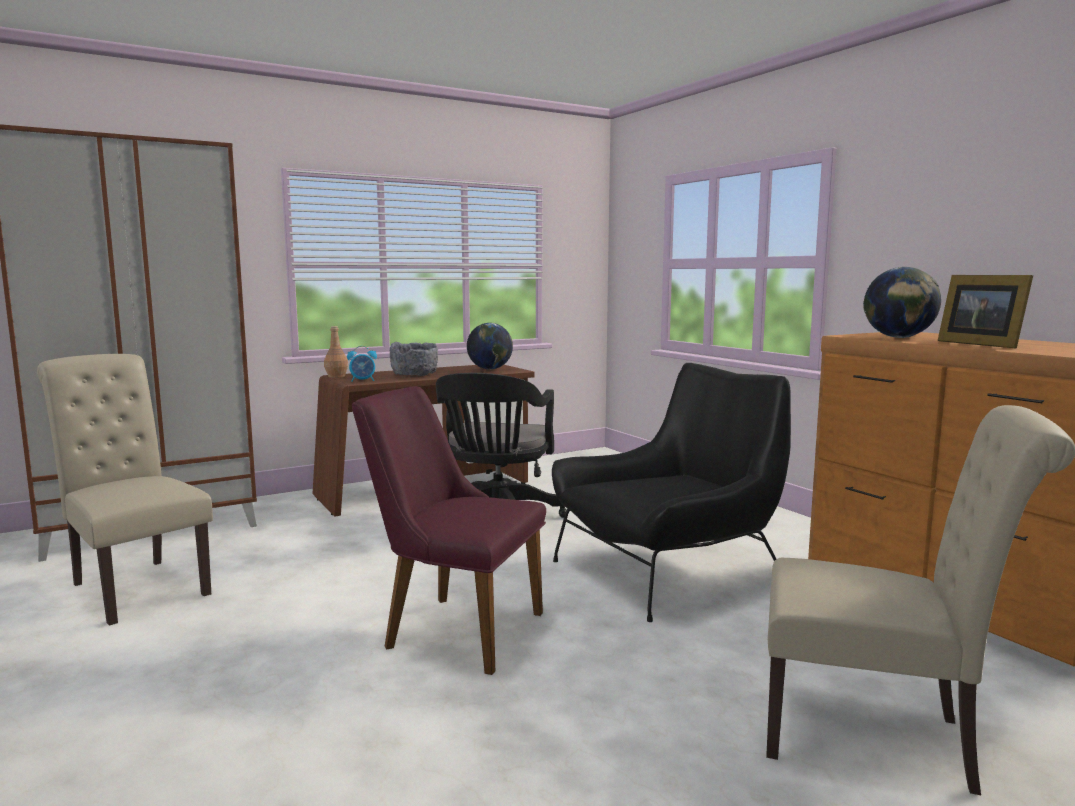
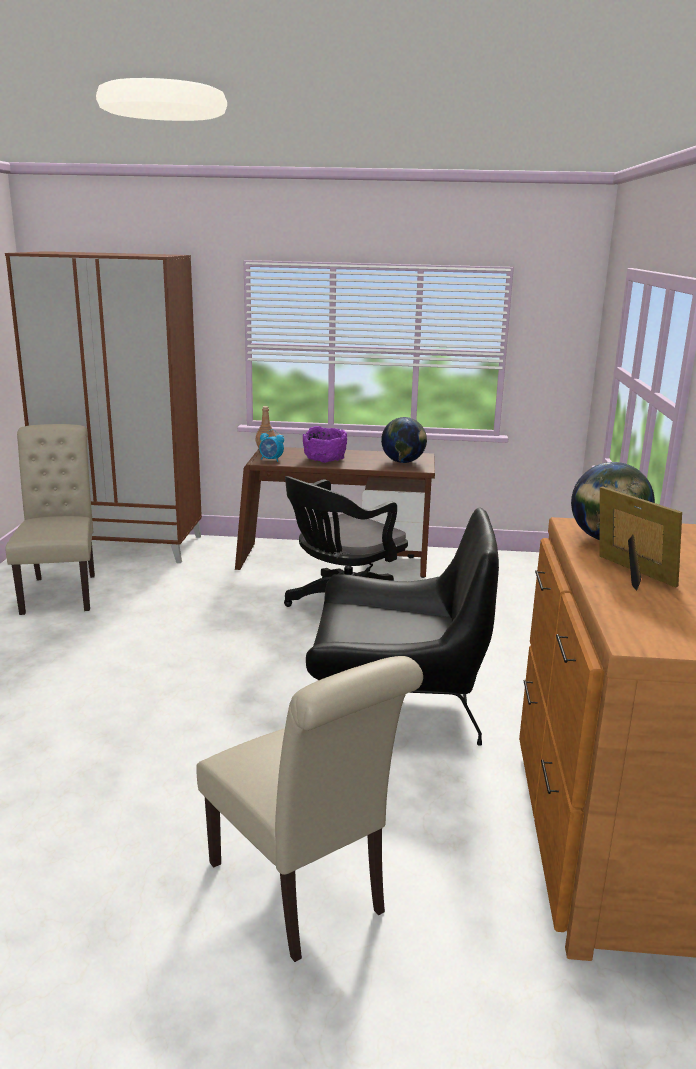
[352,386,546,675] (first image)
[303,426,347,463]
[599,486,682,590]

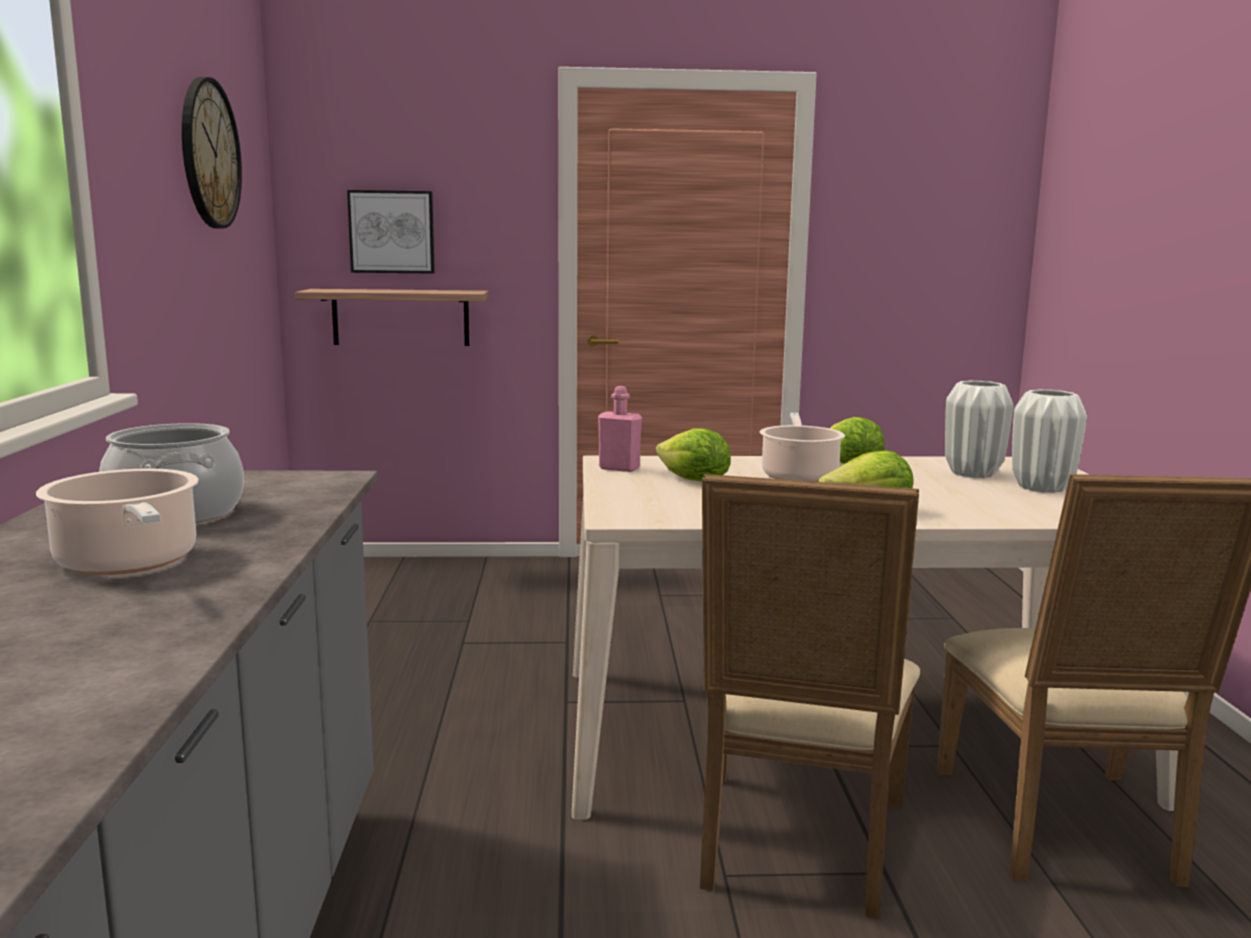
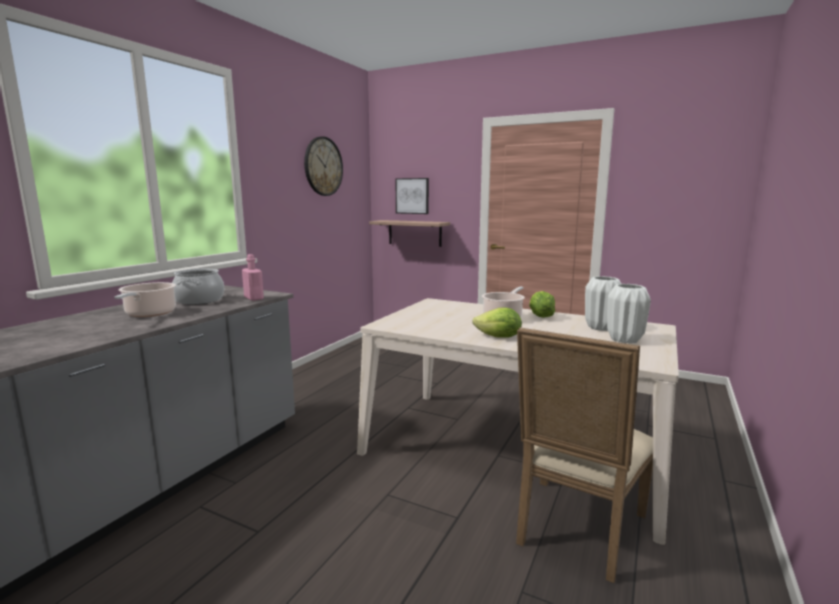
[656,428,731,482] (first image)
[700,474,920,919] (first image)
[242,254,264,301]

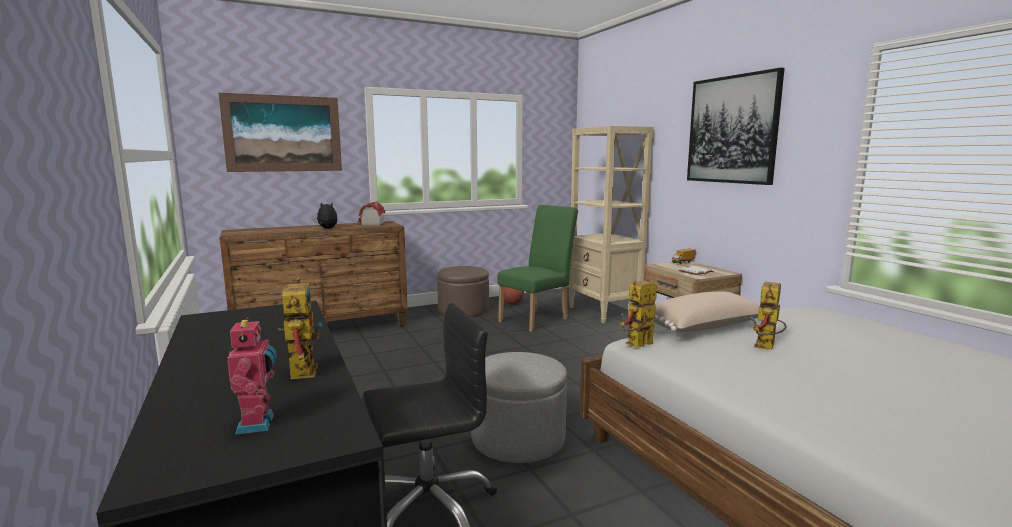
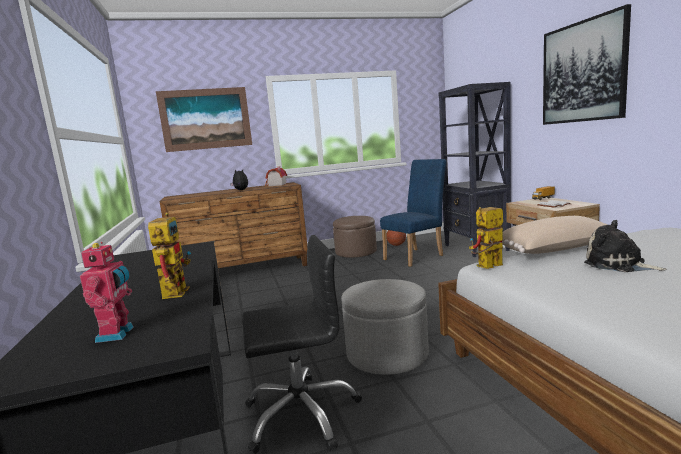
[584,220,667,272]
[380,159,446,267]
[438,82,511,257]

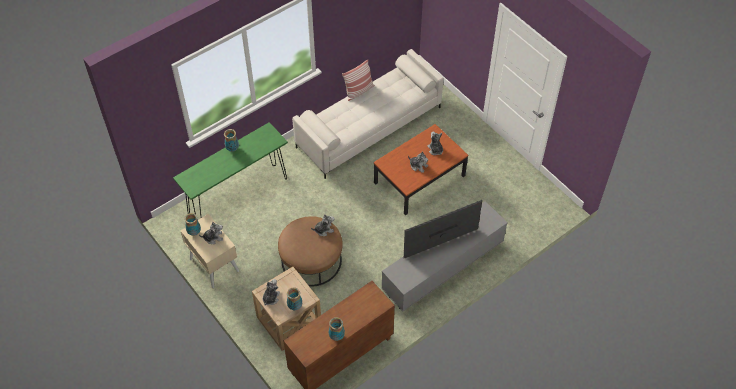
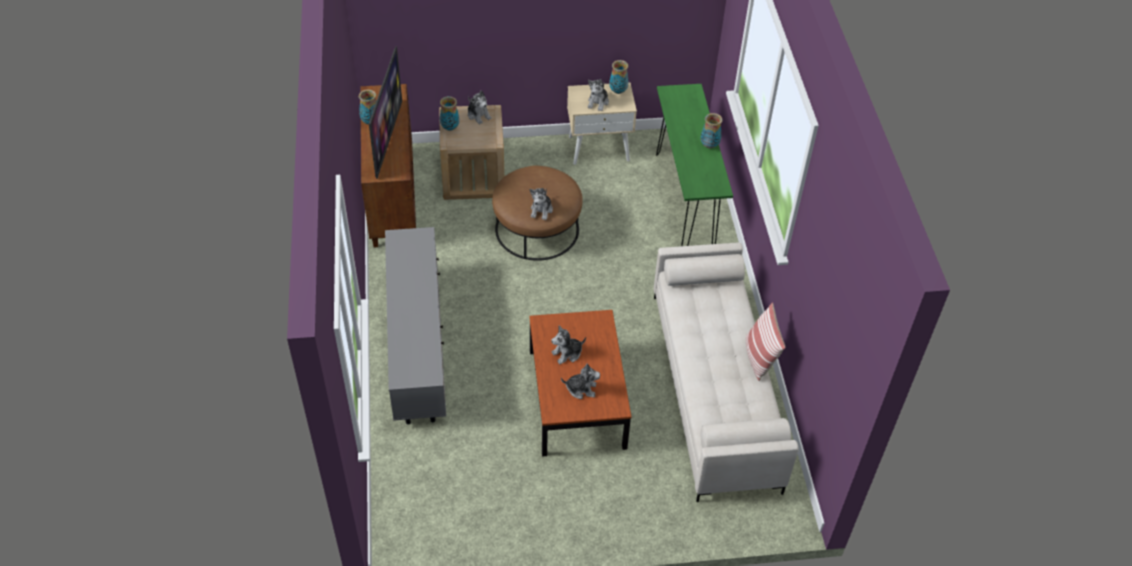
[369,46,402,179]

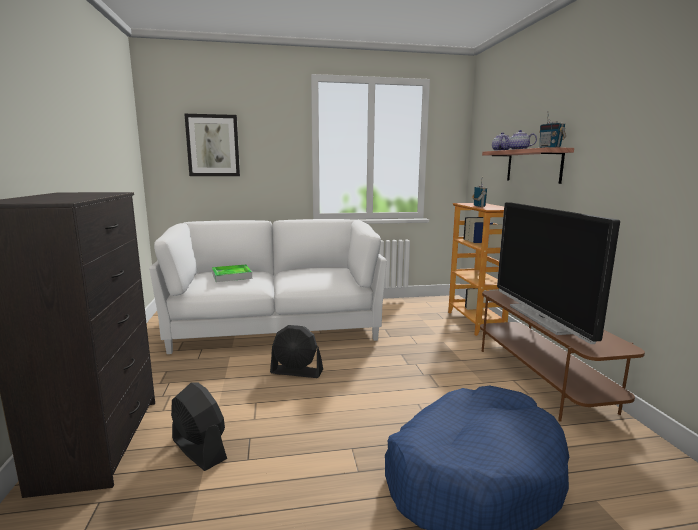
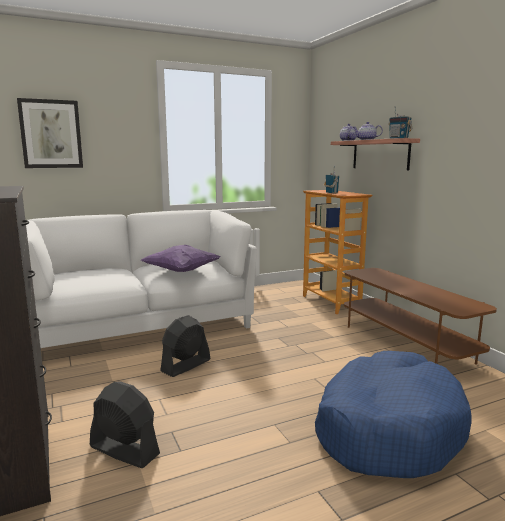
[212,265,252,282] (first image)
[497,202,620,344] (first image)
[141,245,220,272]
[160,315,210,377]

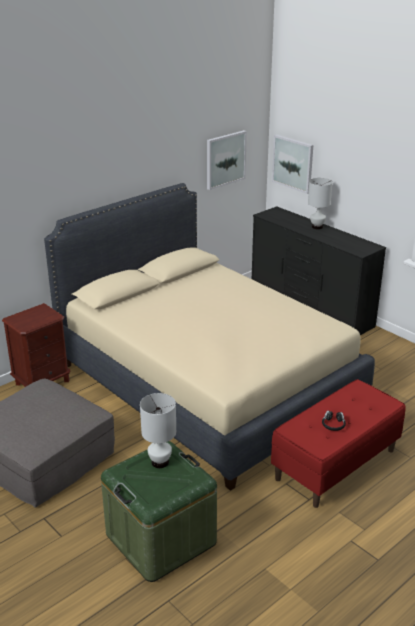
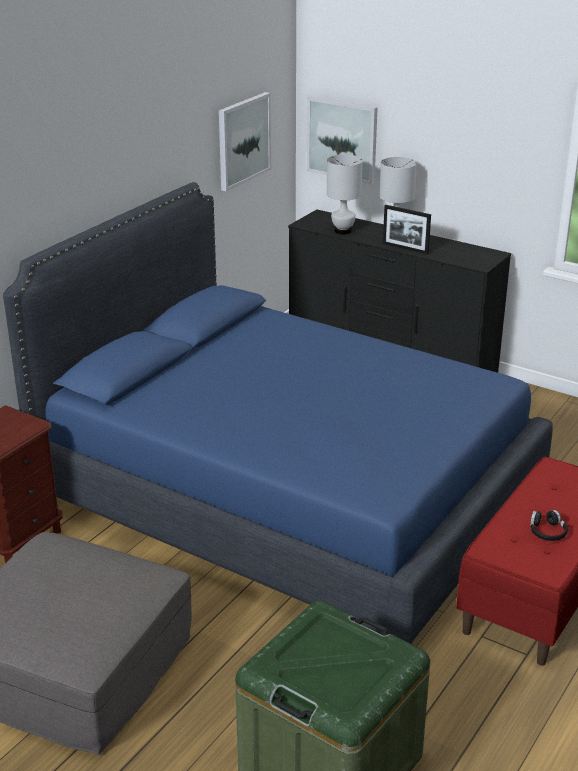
[383,205,431,254]
[327,155,363,234]
[3,182,553,644]

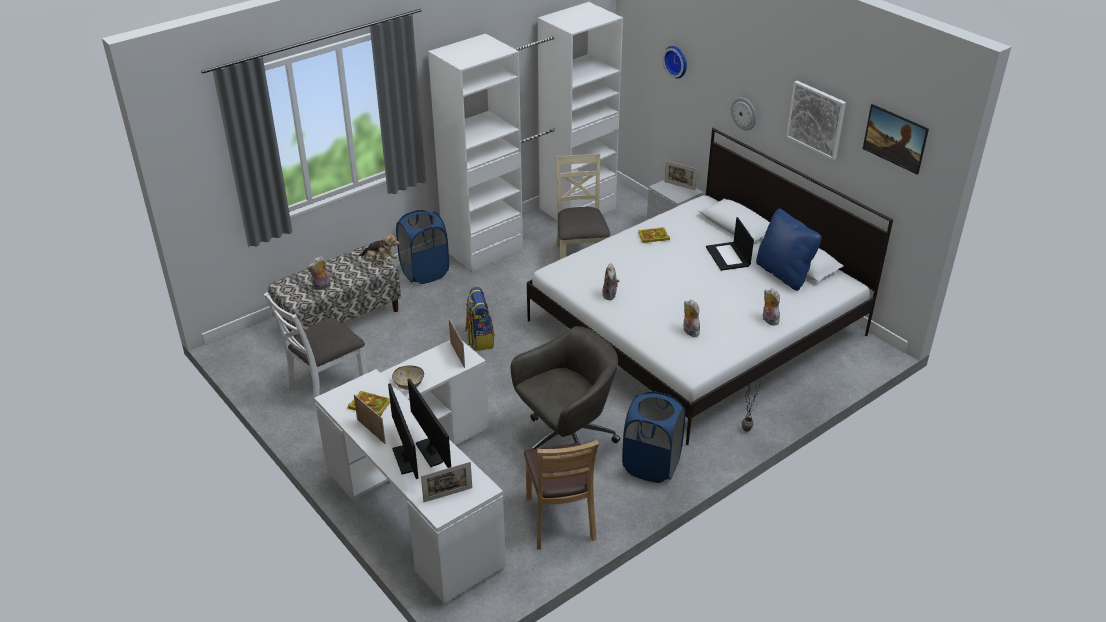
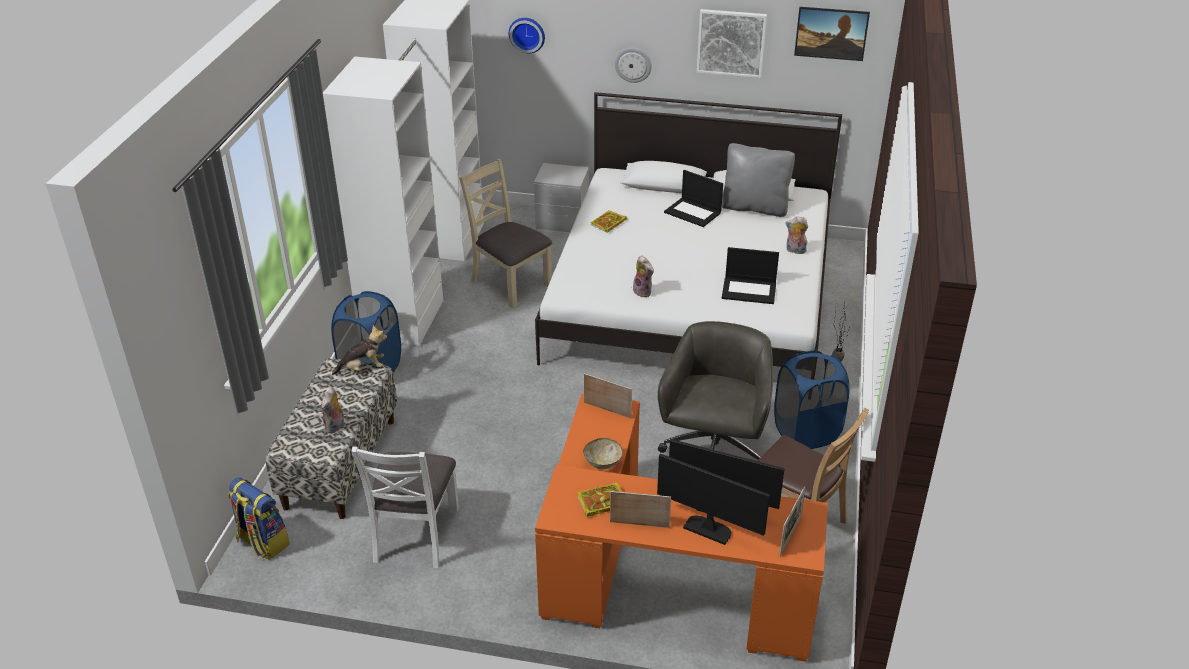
[665,161,697,190] (first image)
[228,477,290,560]
[722,247,779,304]
[535,394,828,662]
[722,143,795,217]

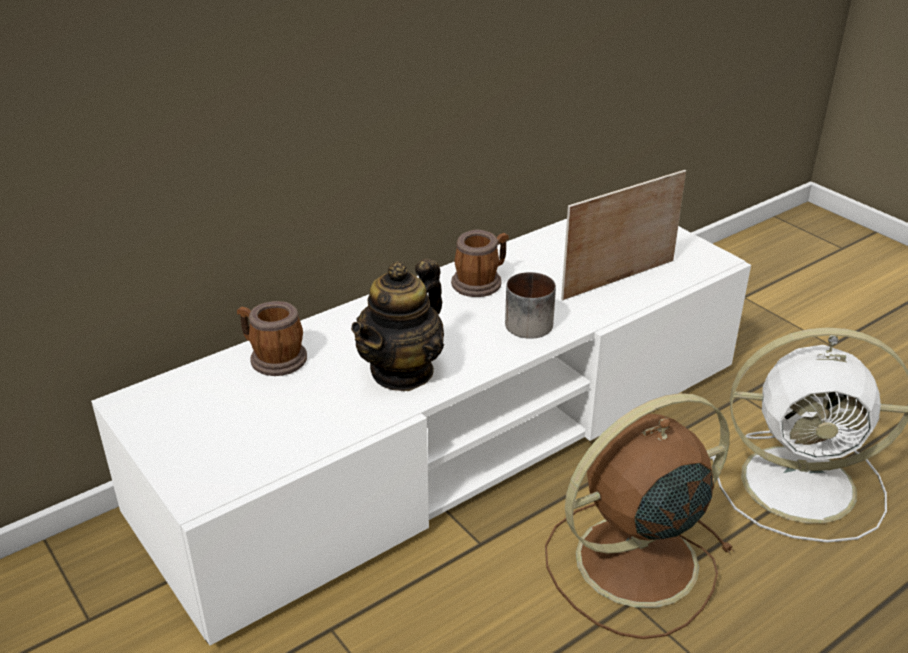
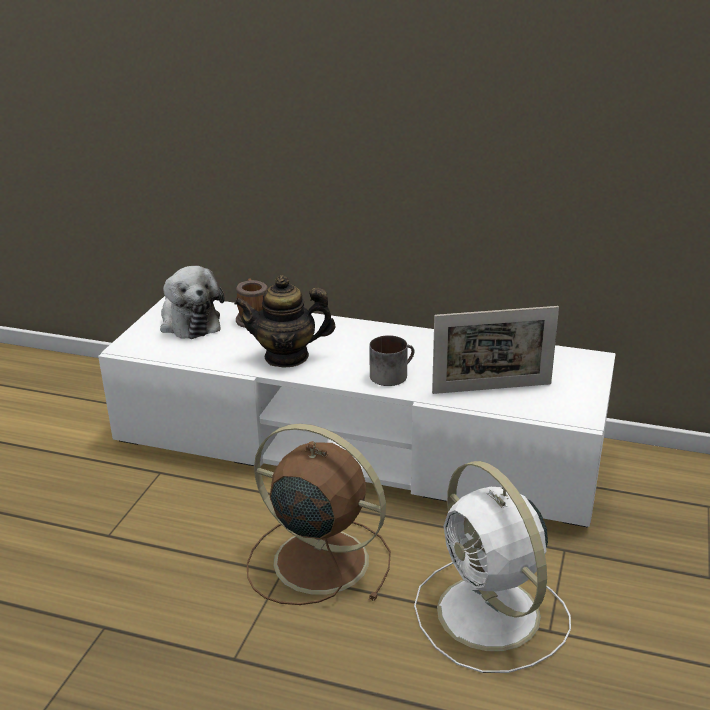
[451,229,509,297] (first image)
[160,266,225,339]
[432,306,559,394]

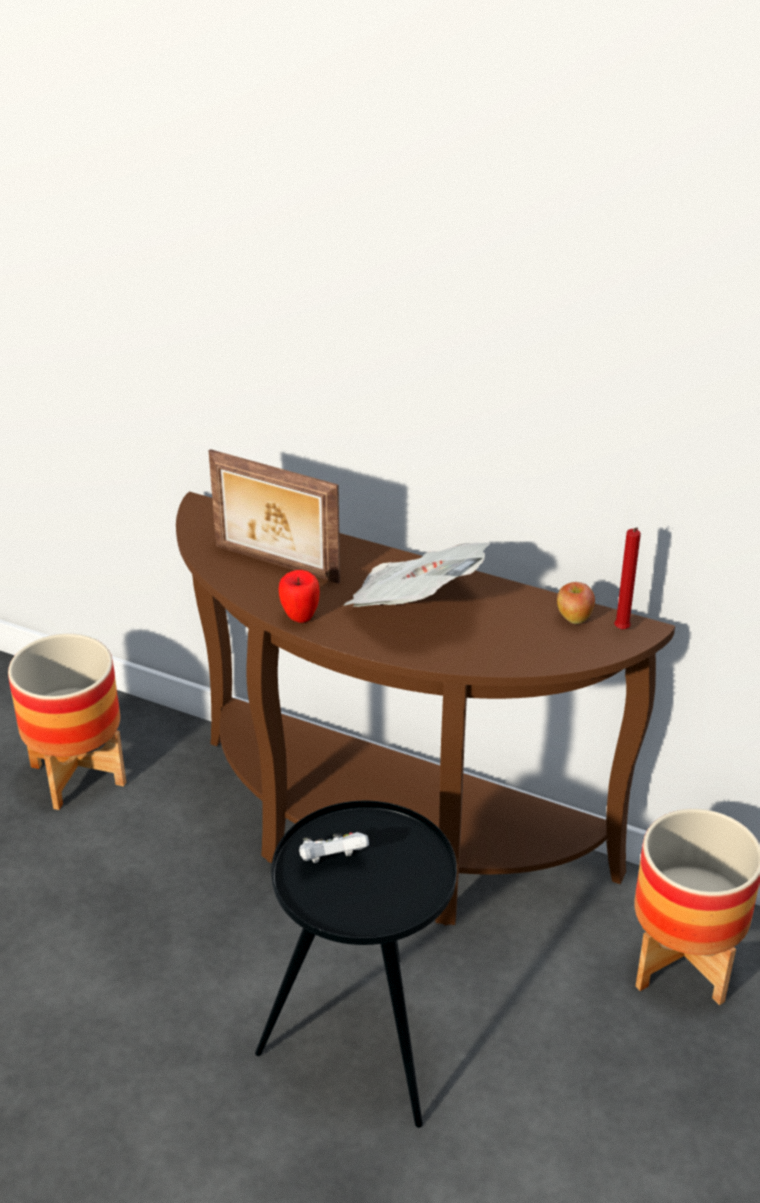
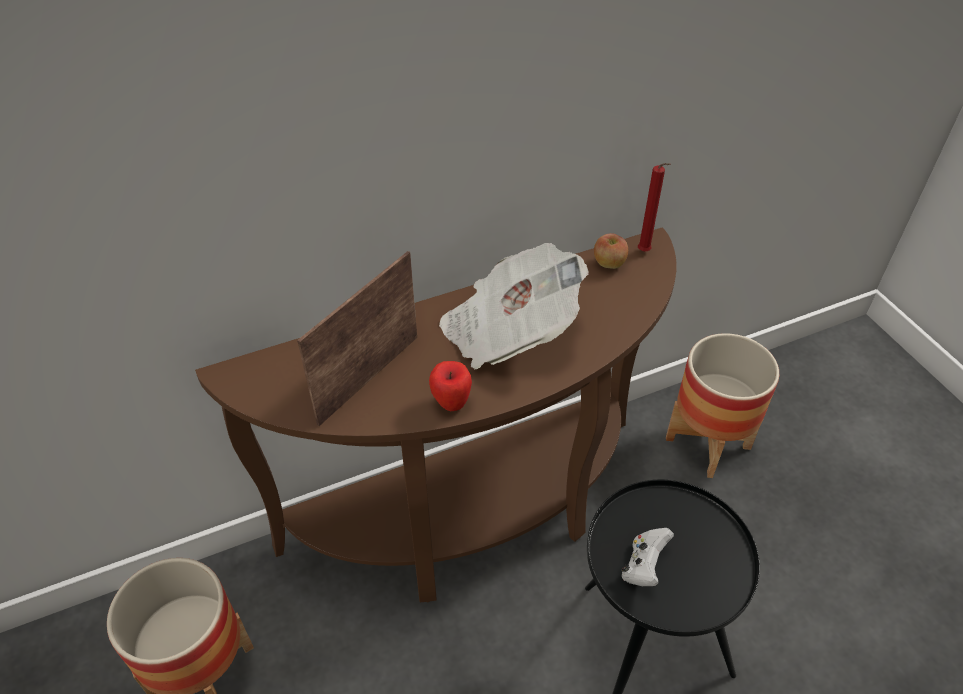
[297,251,417,426]

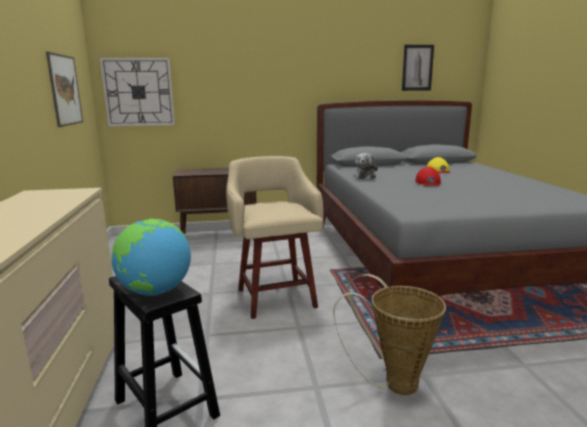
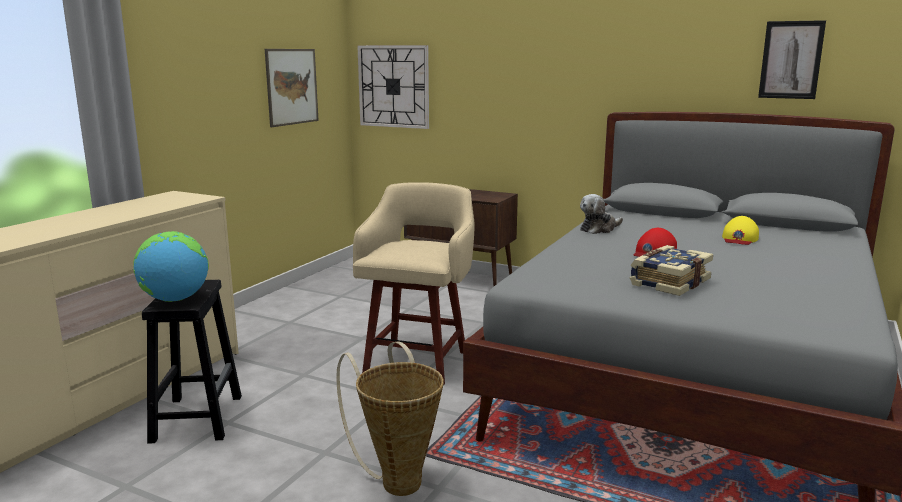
[630,245,713,296]

